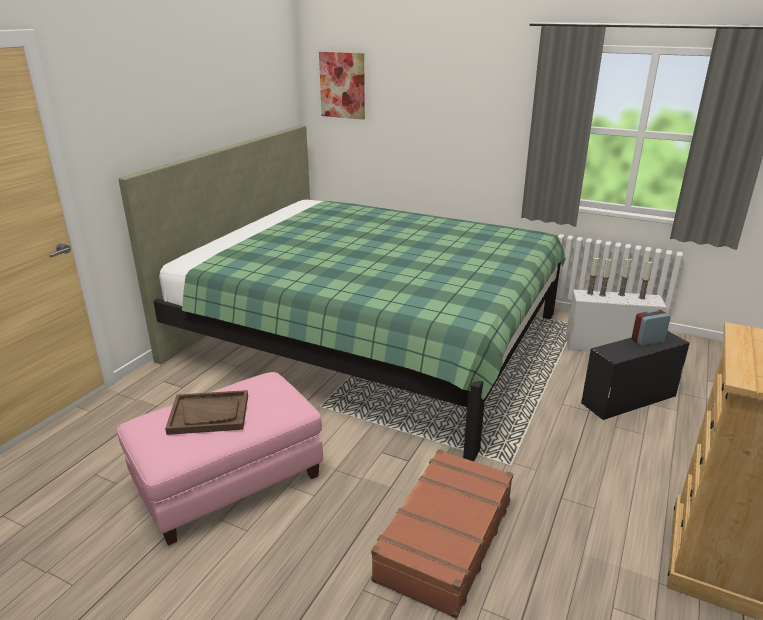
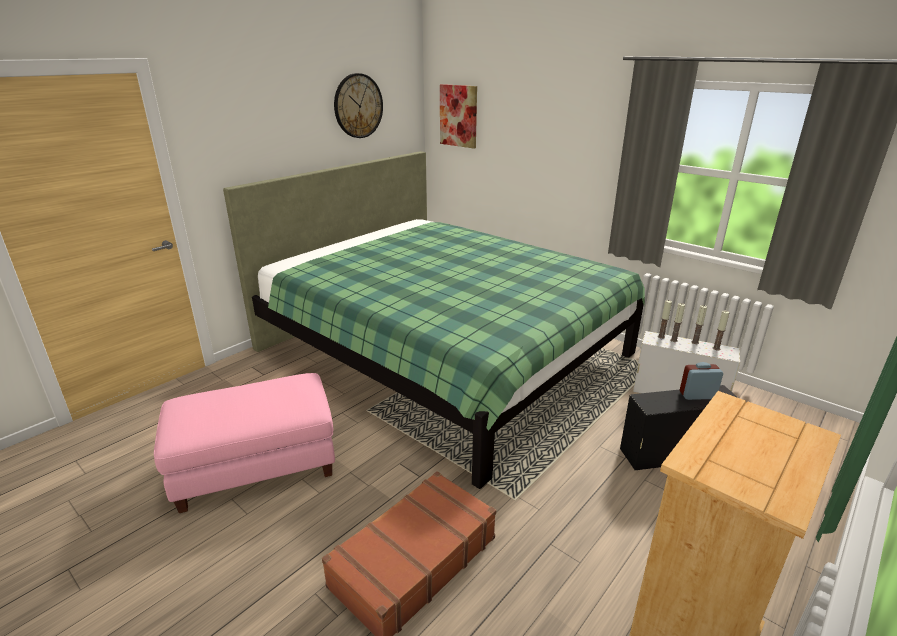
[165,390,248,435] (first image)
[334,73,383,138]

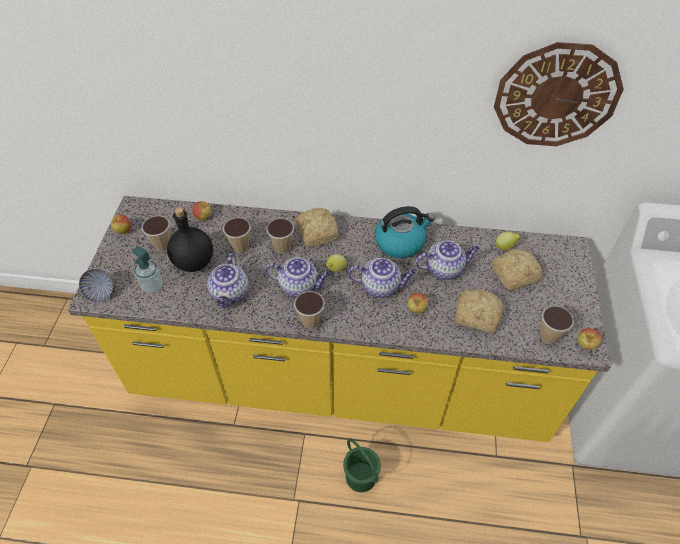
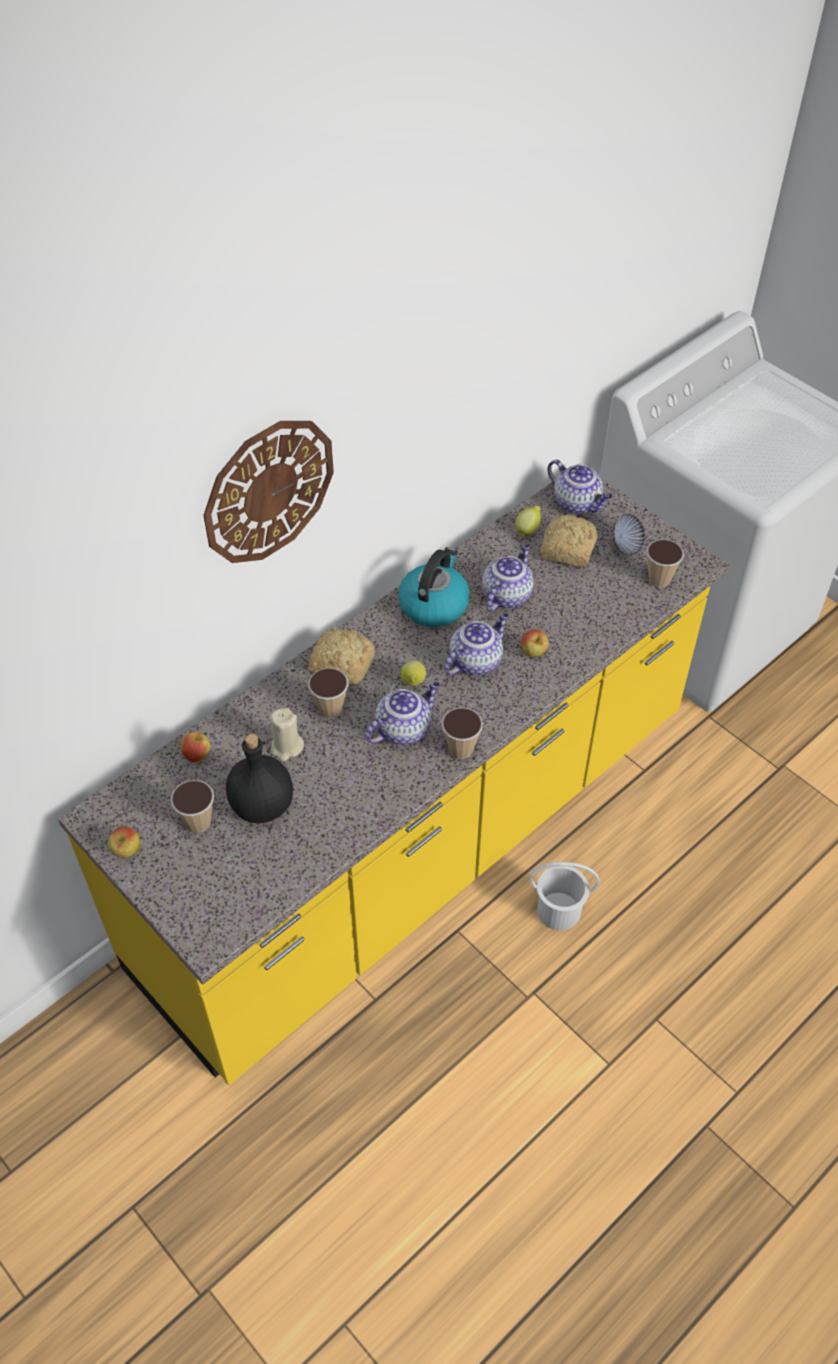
[132,246,162,293] (first image)
[455,289,503,333] (first image)
[578,328,601,350] (first image)
[612,513,645,556]
[547,460,613,514]
[203,421,334,563]
[270,708,304,762]
[530,862,599,931]

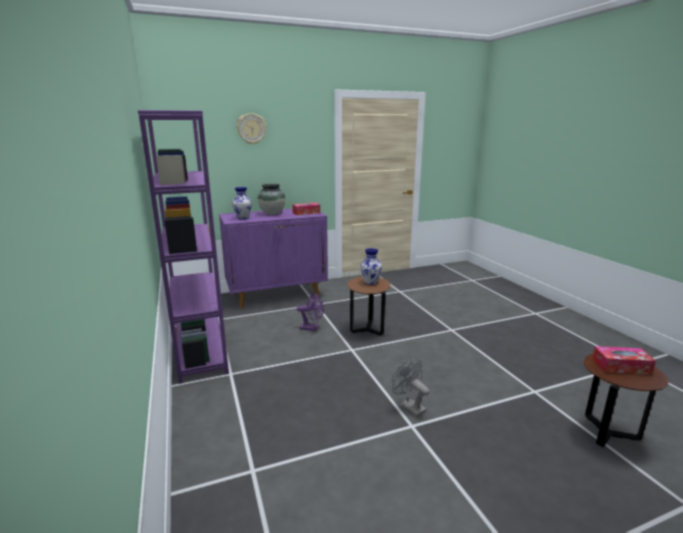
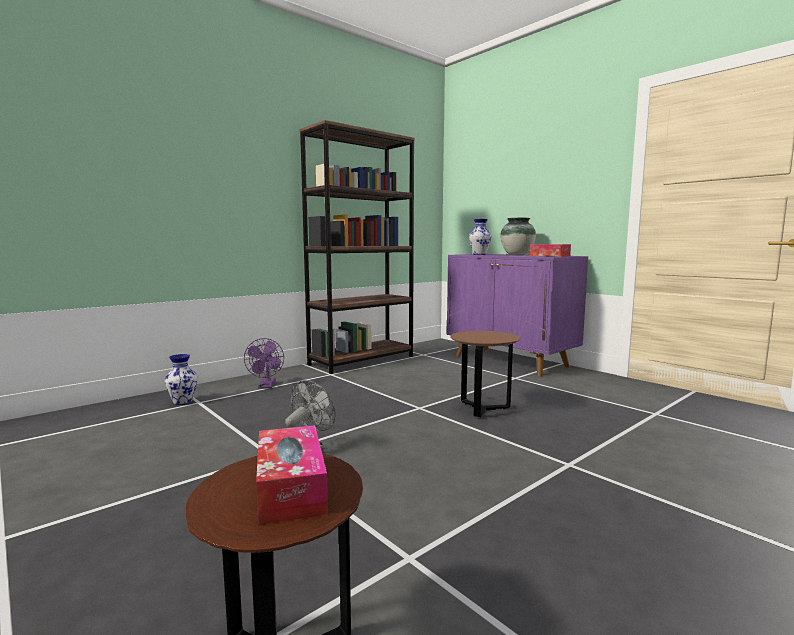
[237,113,267,145] (first image)
[244,338,284,389]
[165,354,198,405]
[299,120,415,374]

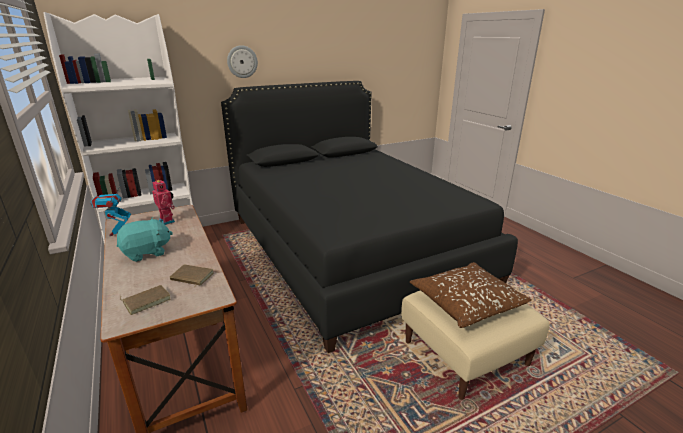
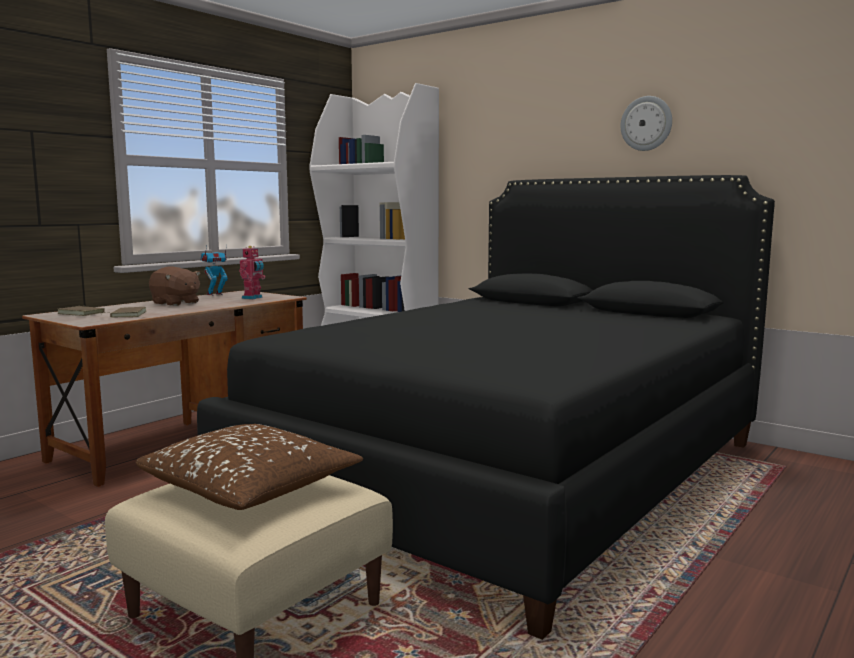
[621,96,672,151]
[149,266,200,306]

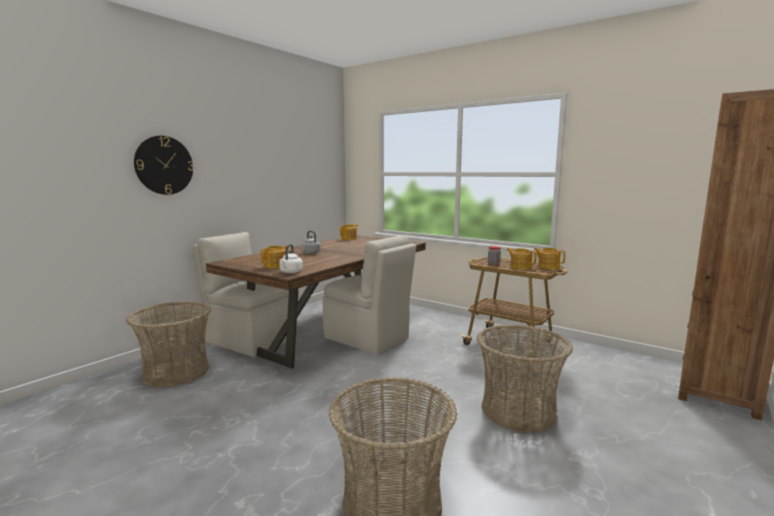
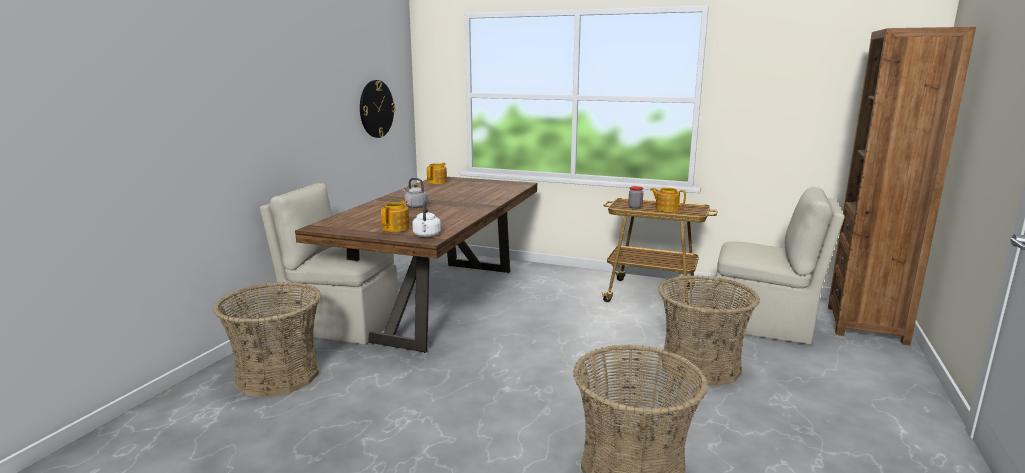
[534,248,565,269] (first image)
[360,80,395,138]
[711,187,844,345]

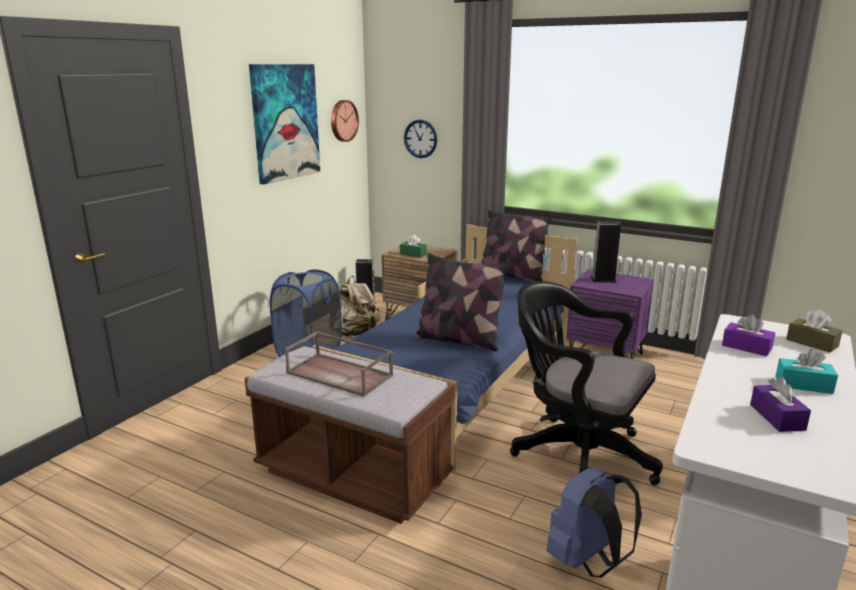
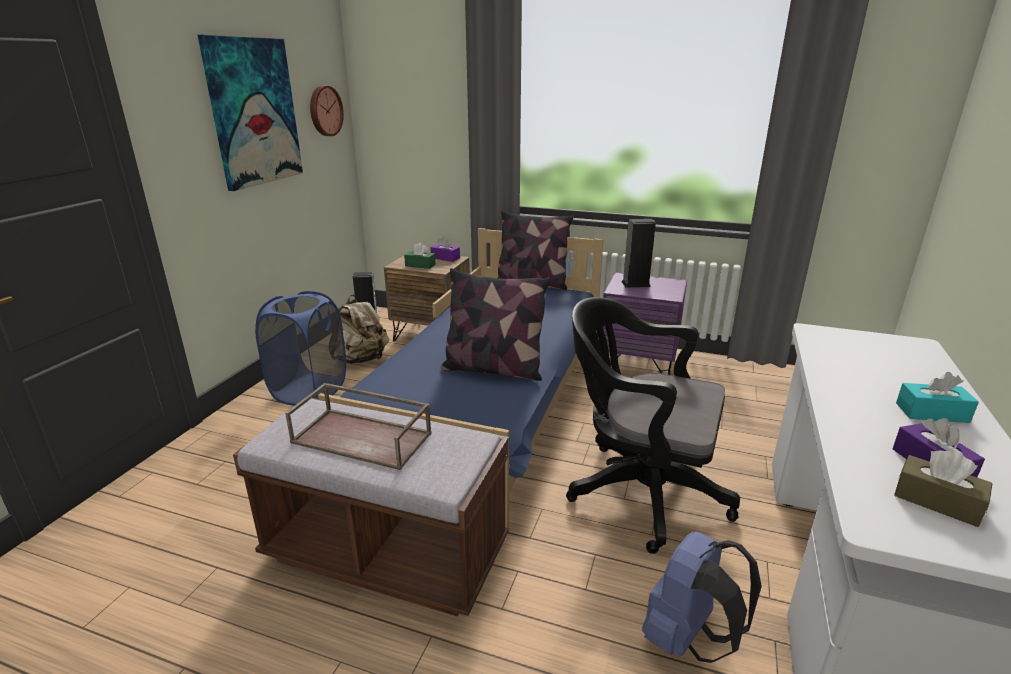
[404,119,437,158] (first image)
[430,237,460,262]
[894,450,992,527]

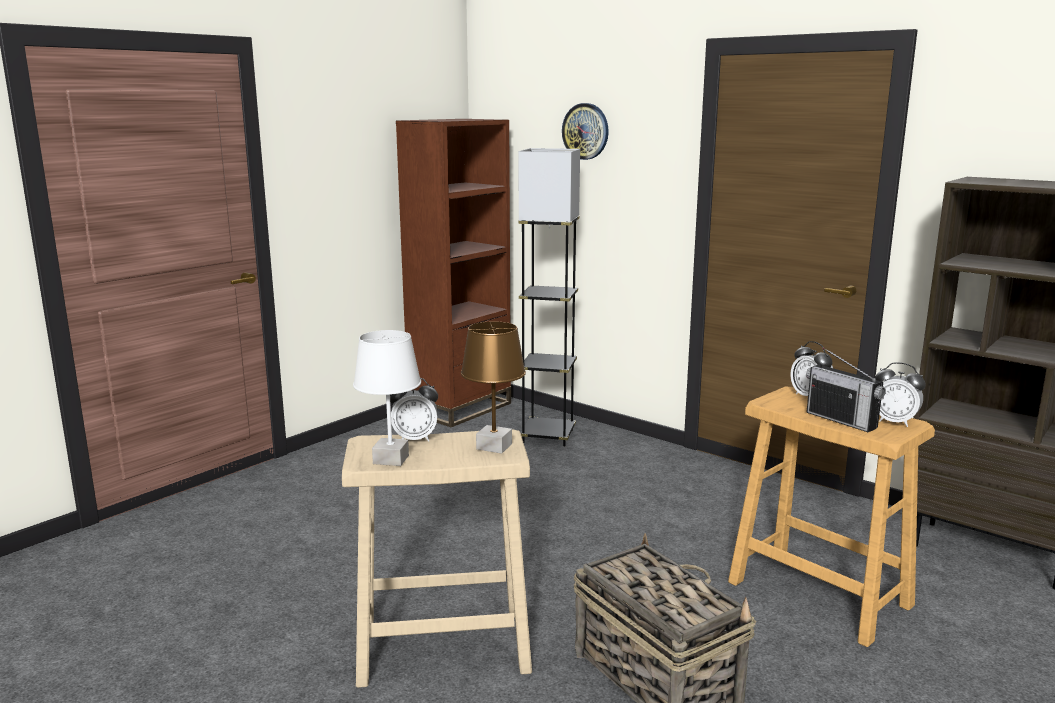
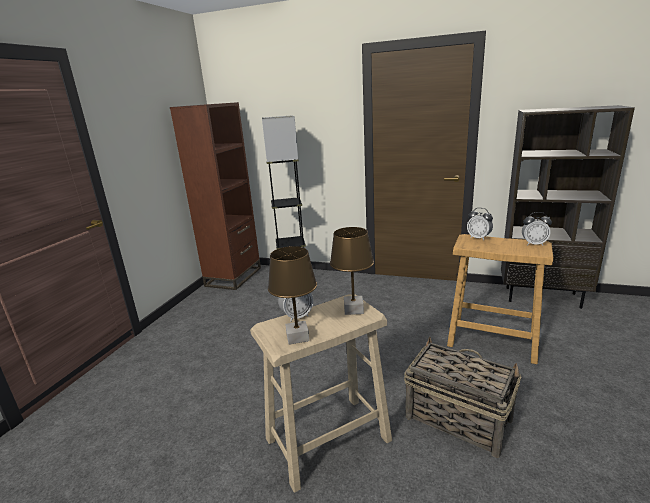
[562,103,609,160] (first image)
[806,347,886,432] (first image)
[268,246,317,345]

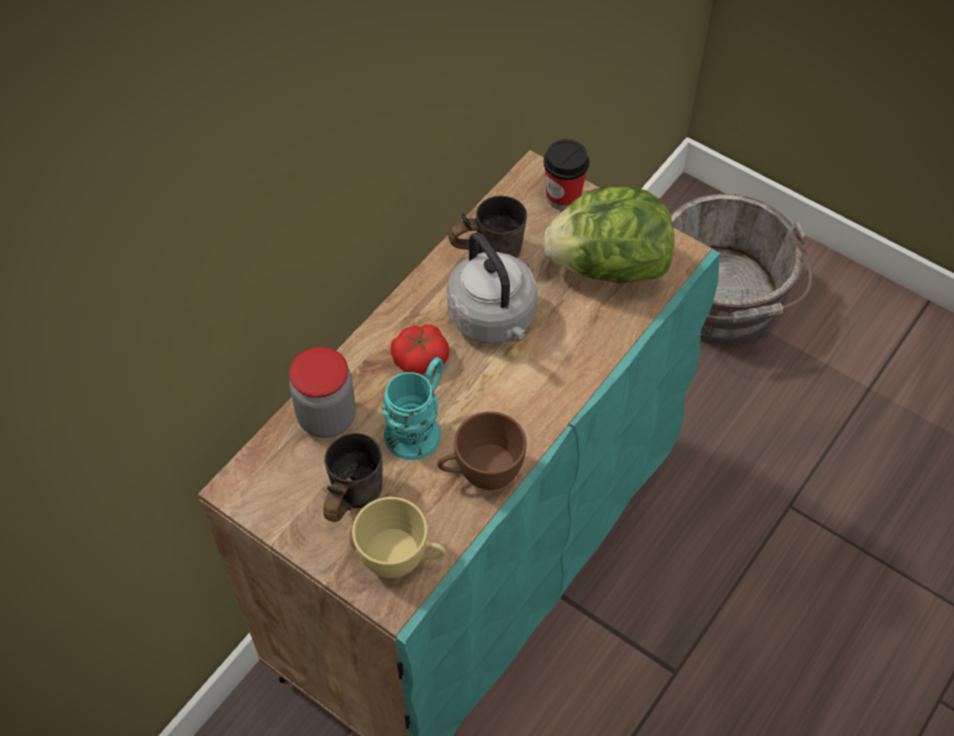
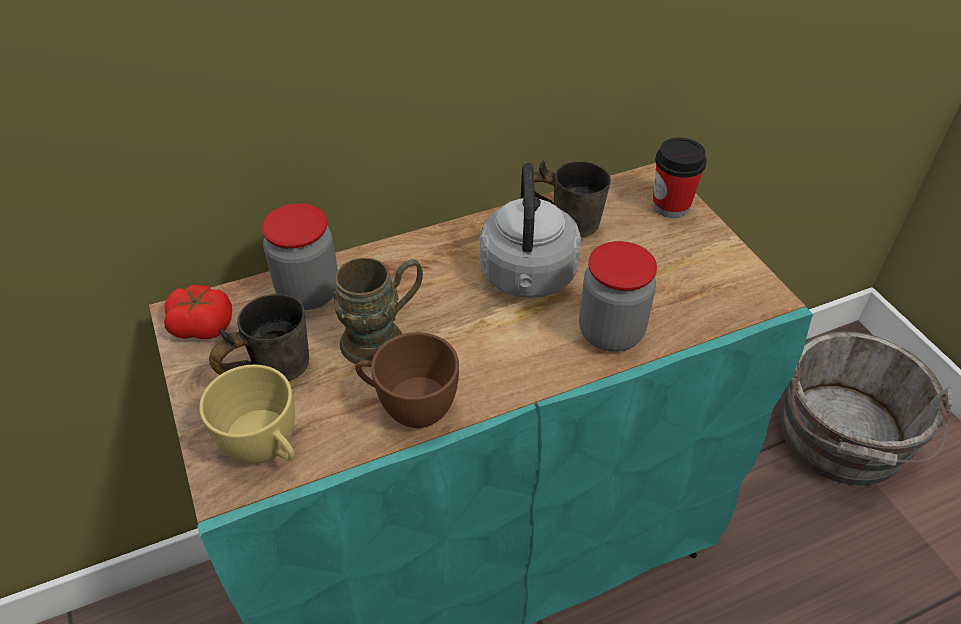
[543,187,674,283] (first image)
[579,241,657,352]
[164,285,232,339]
[333,258,423,364]

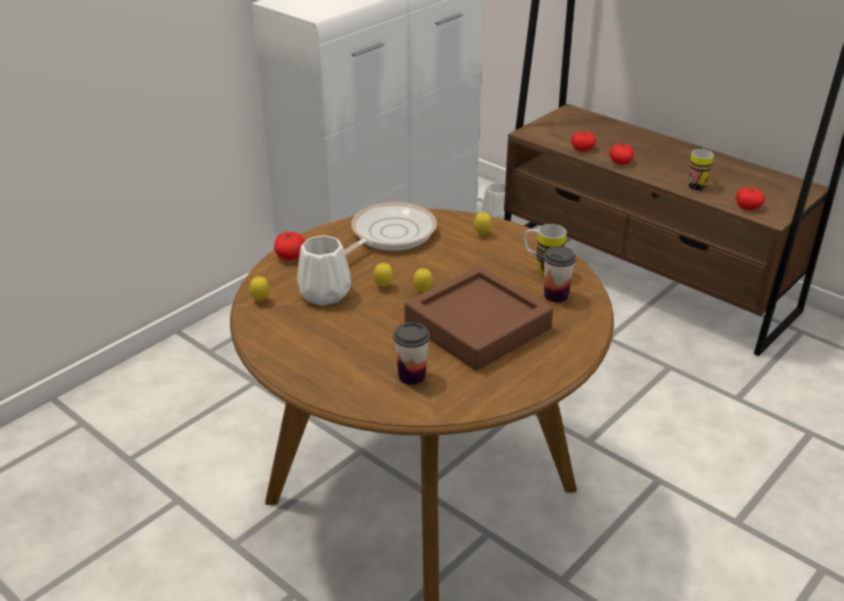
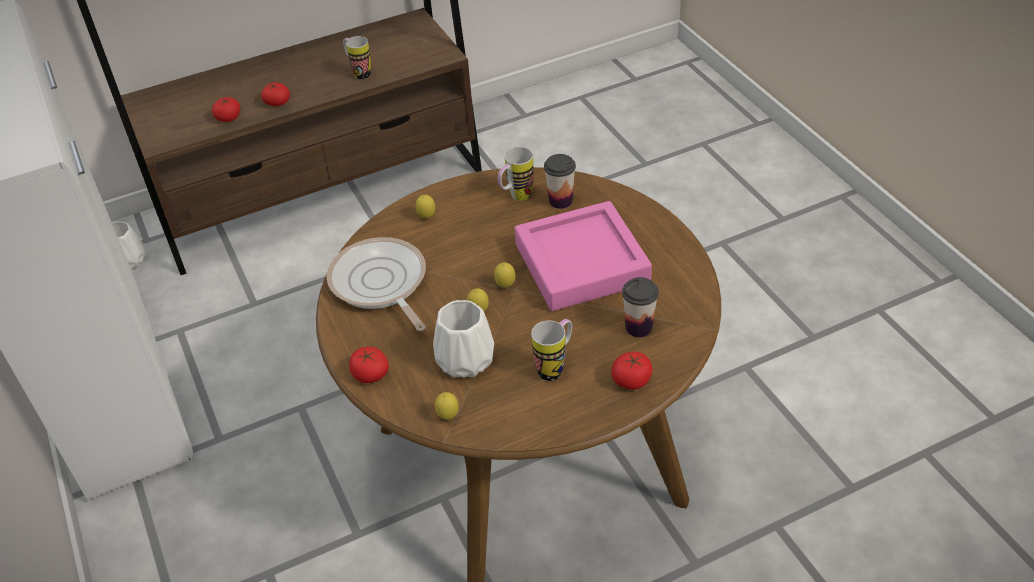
[531,319,572,381]
[611,352,653,390]
[515,201,652,311]

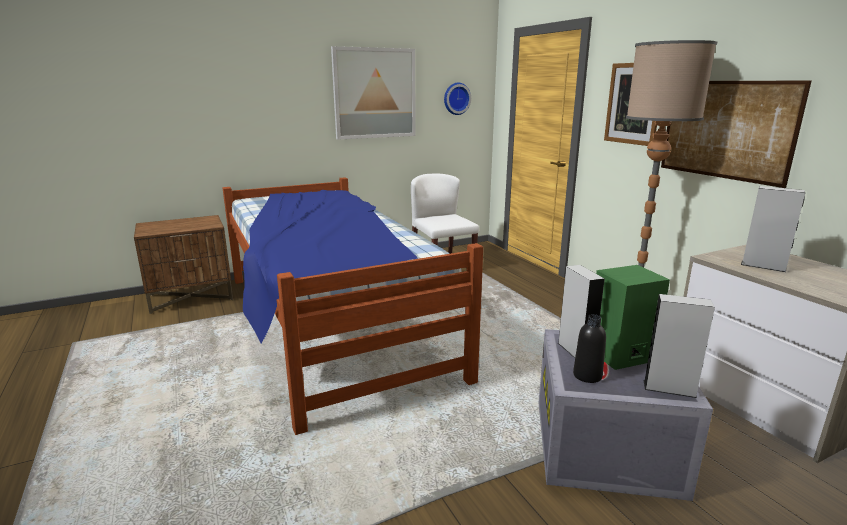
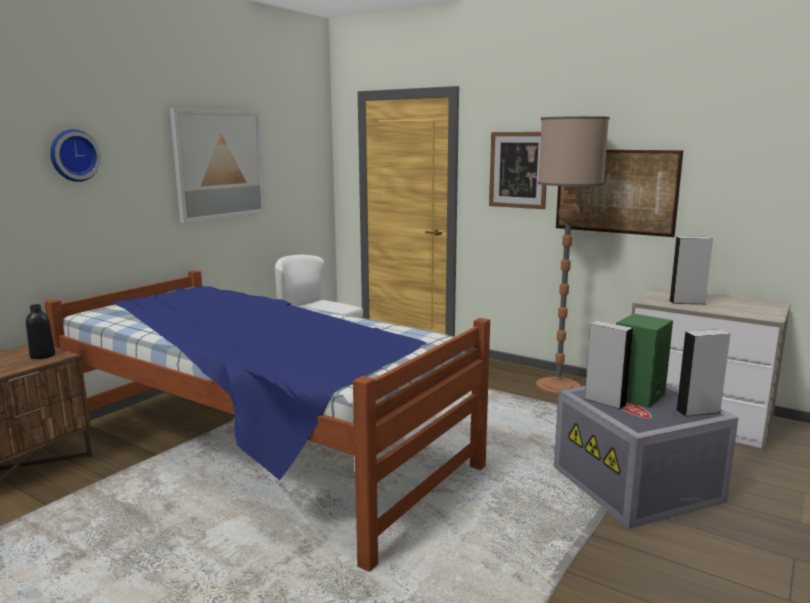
[50,129,101,182]
[26,304,55,359]

